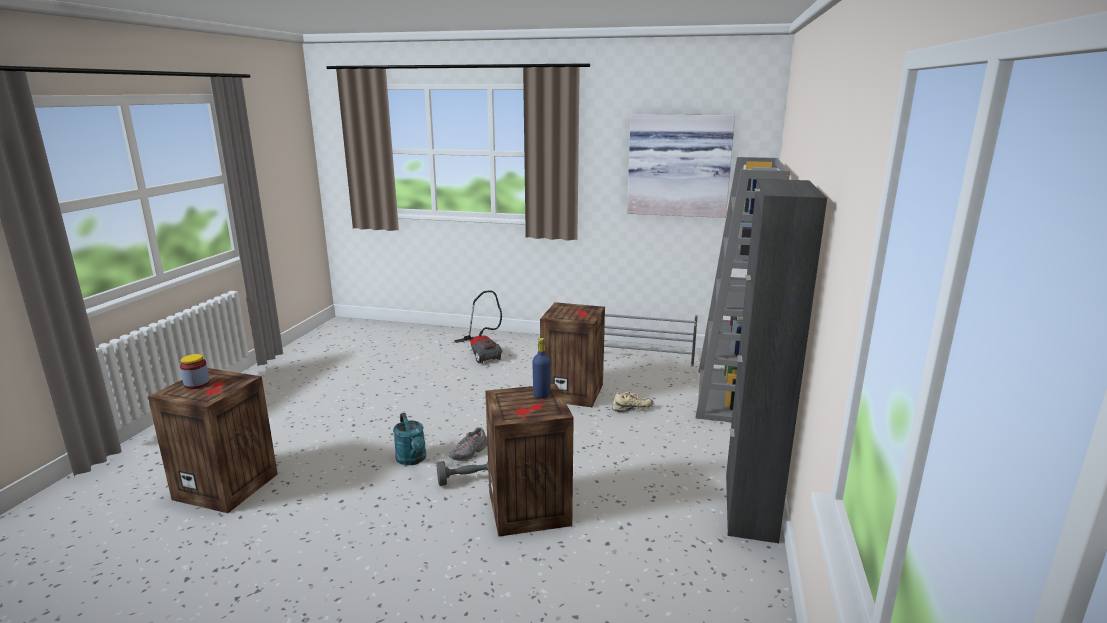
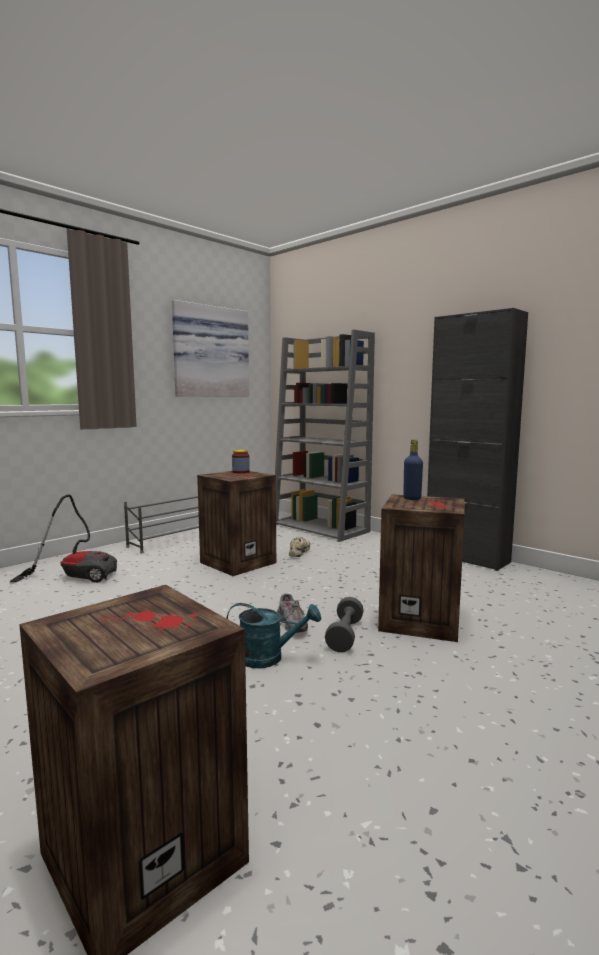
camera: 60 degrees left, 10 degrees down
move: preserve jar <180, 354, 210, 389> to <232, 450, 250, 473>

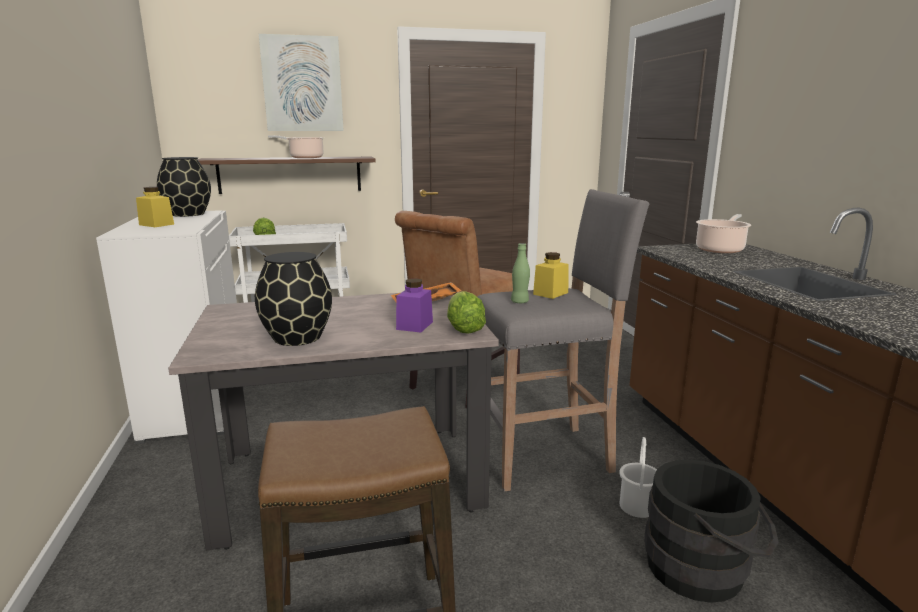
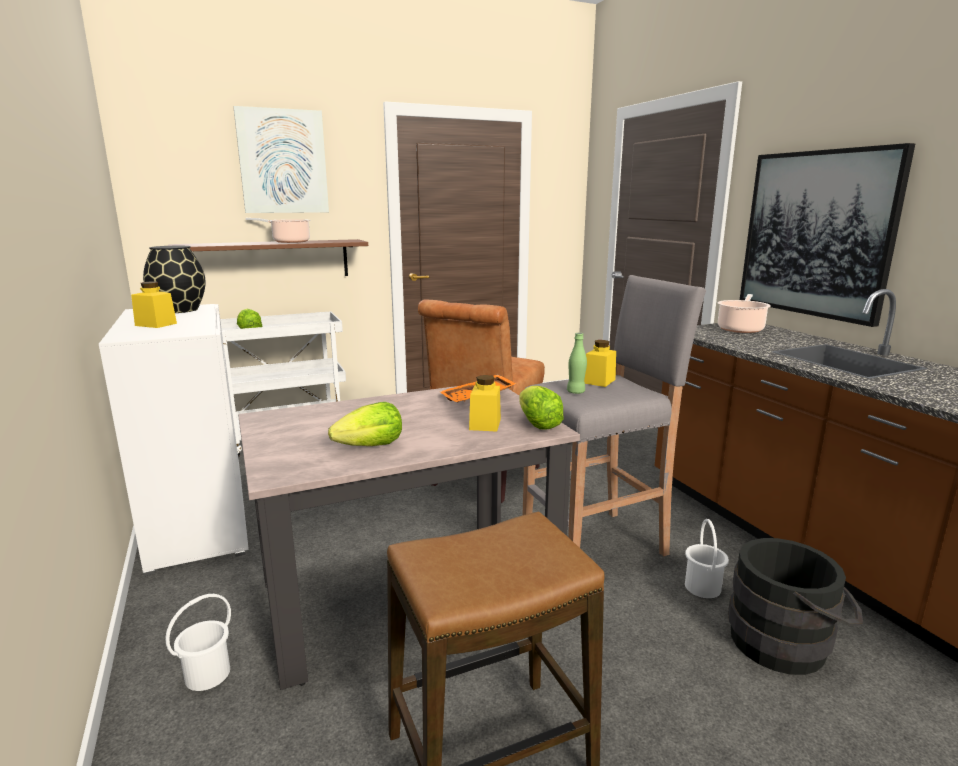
camera: 10 degrees left, 0 degrees up
insert: white water bucket <165, 594, 231, 691>; wall picture <740, 143, 916, 327>
replace: black vase <255, 252, 332, 346> to lettuce head <328, 402, 402, 446>
recolor: purplish preserve jar <396, 278, 433, 332> to yellowish preserve jar <469, 375, 501, 432>

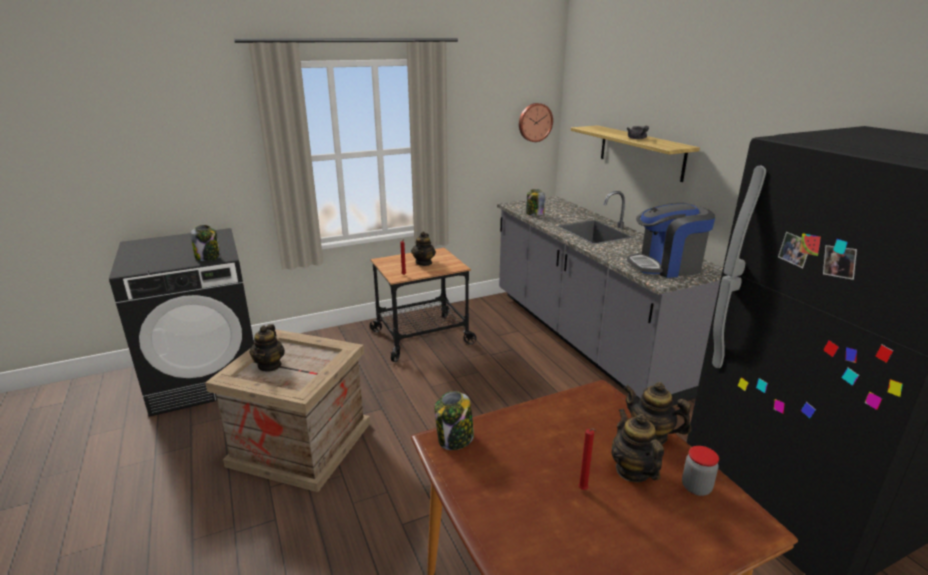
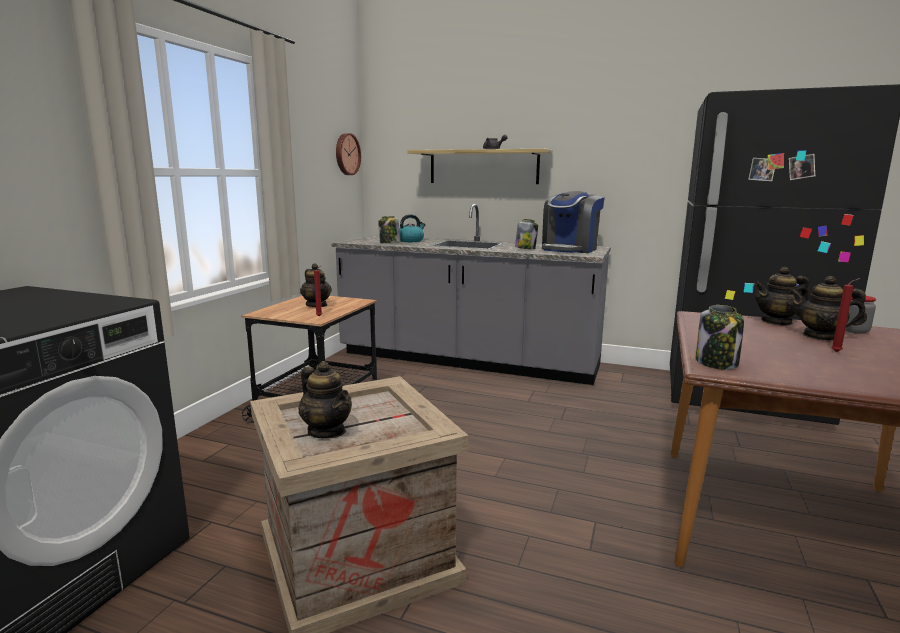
camera: 45 degrees left, 10 degrees down
insert: tea kettle <399, 214, 426, 242>
move: preserve jar <190, 225, 220, 261> to <515, 219, 538, 249>

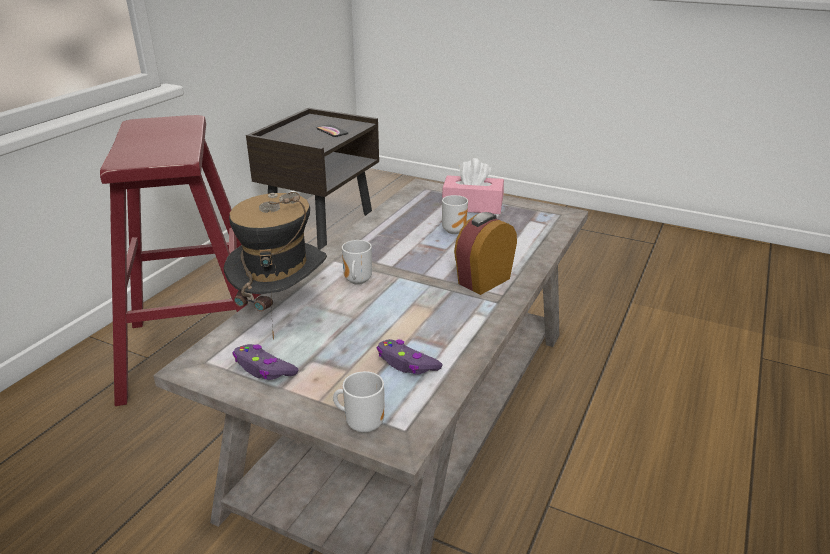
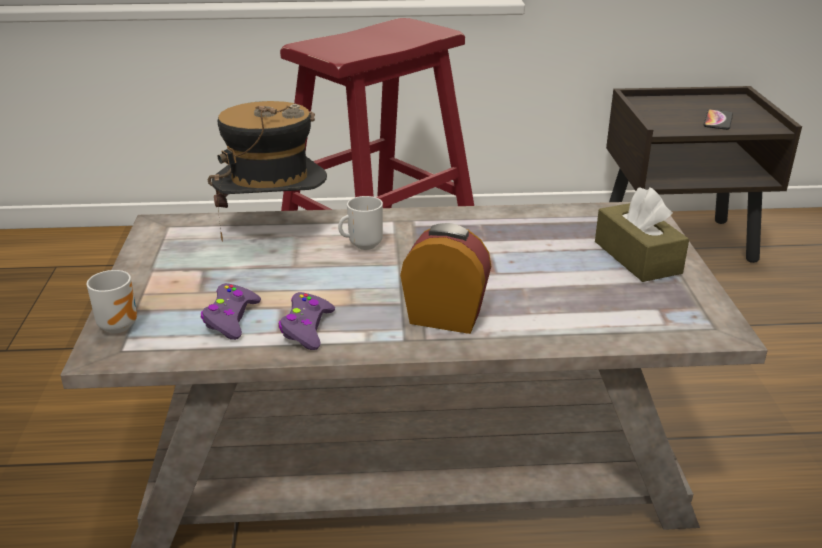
camera: 60 degrees right, 0 degrees up
delete: coffee mug <442, 195, 468, 234>
move: purplish game controller <233, 344, 298, 380> to <278, 292, 335, 350>
recolor: pink-coloured tissue holder <442, 158, 504, 214> to brown-coloured tissue holder <595, 187, 689, 282>

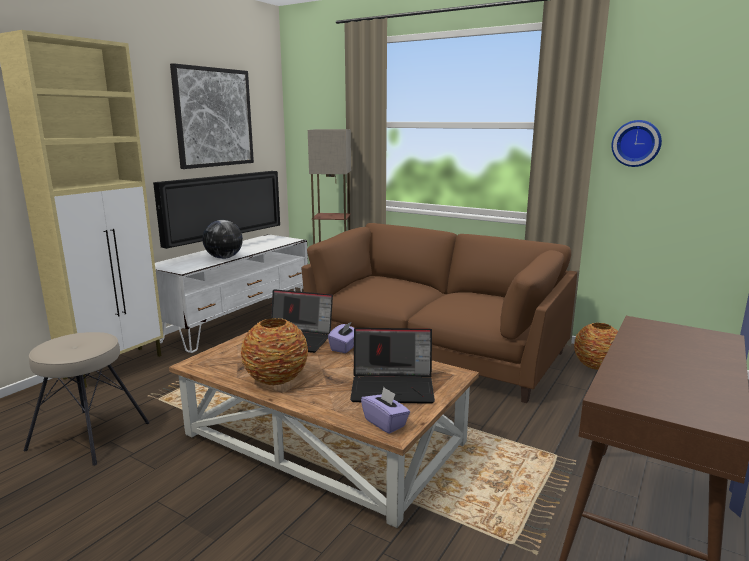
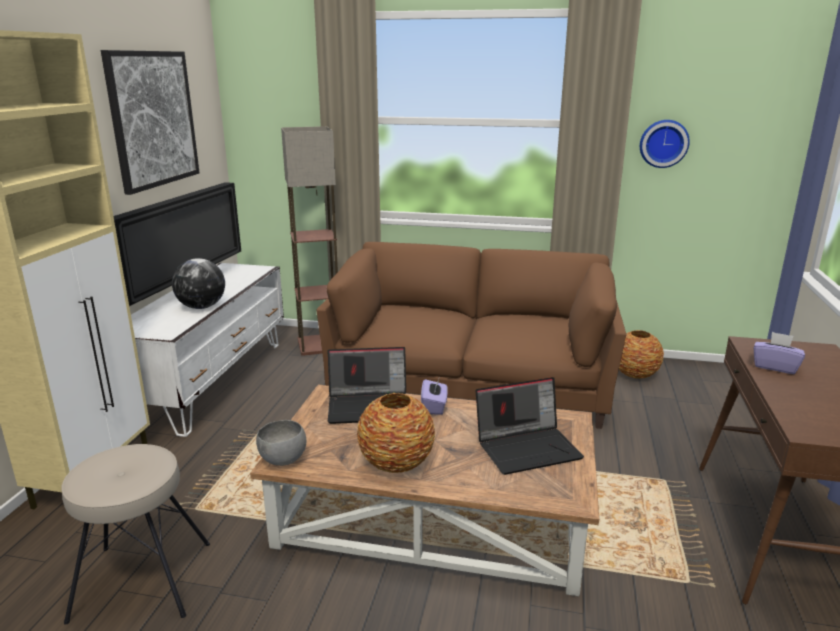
camera: 20 degrees left, 5 degrees up
insert: gray deep dish <256, 420, 306, 466>
move: purplish tissue holder <361, 387, 410, 434> to <754, 332, 805, 374>

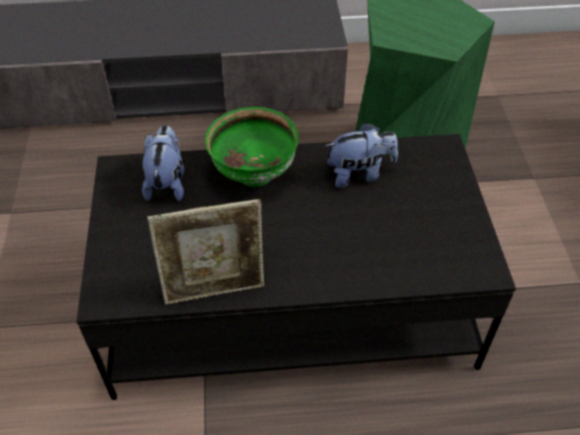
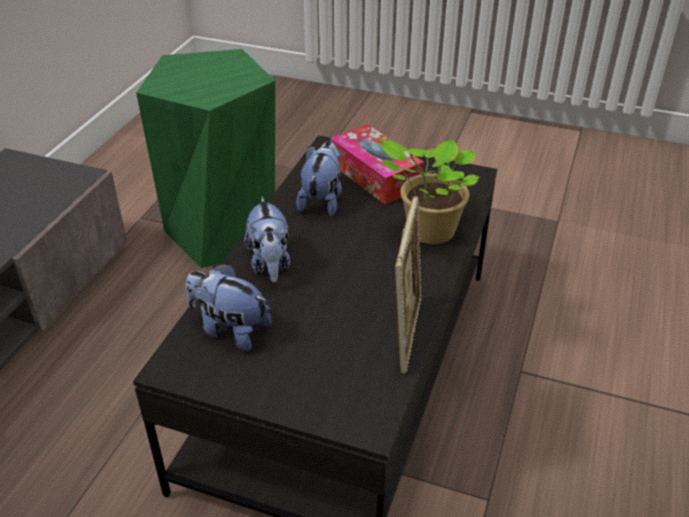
camera: 65 degrees left, 10 degrees down
insert: tissue holder <331, 124, 424, 204>; potted plant <379, 138, 479, 244>
replace: green deep dish <205, 107, 299, 187> to cuddly toy <244, 197, 290, 283>

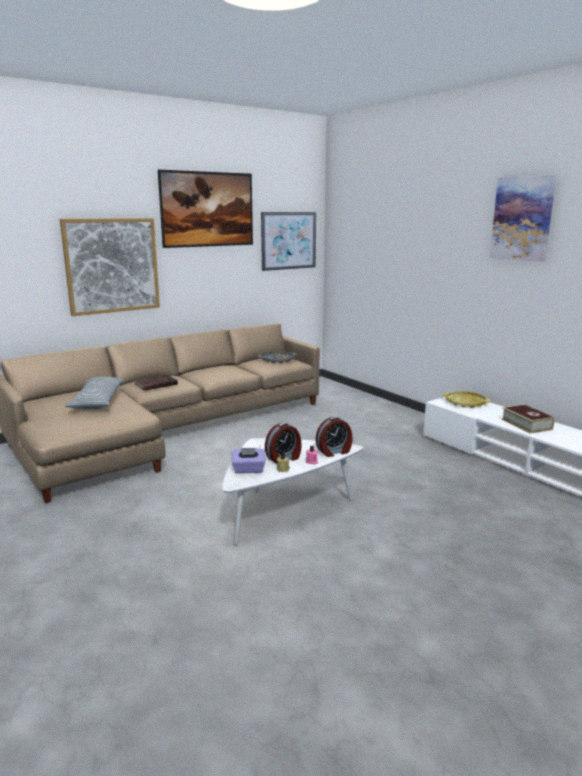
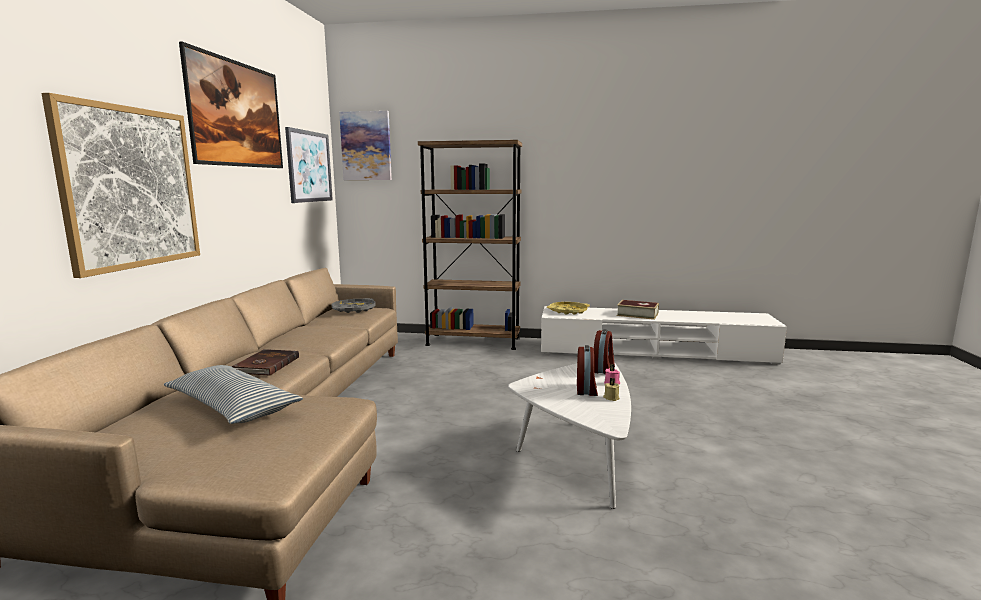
camera: 45 degrees left, 5 degrees down
delete: purplish tissue holder <232, 448, 265, 474>
insert: brown-coloured bookcase <418, 140, 522, 350>
move: wall picture <490, 175, 556, 262> to <339, 111, 392, 180>

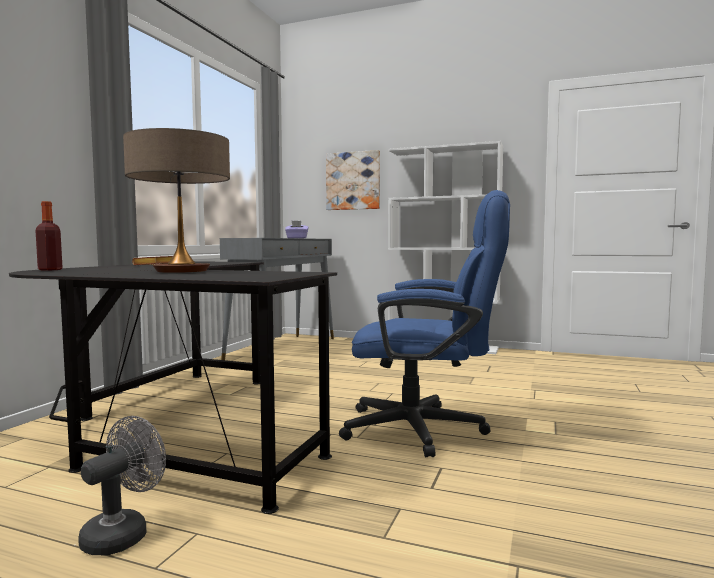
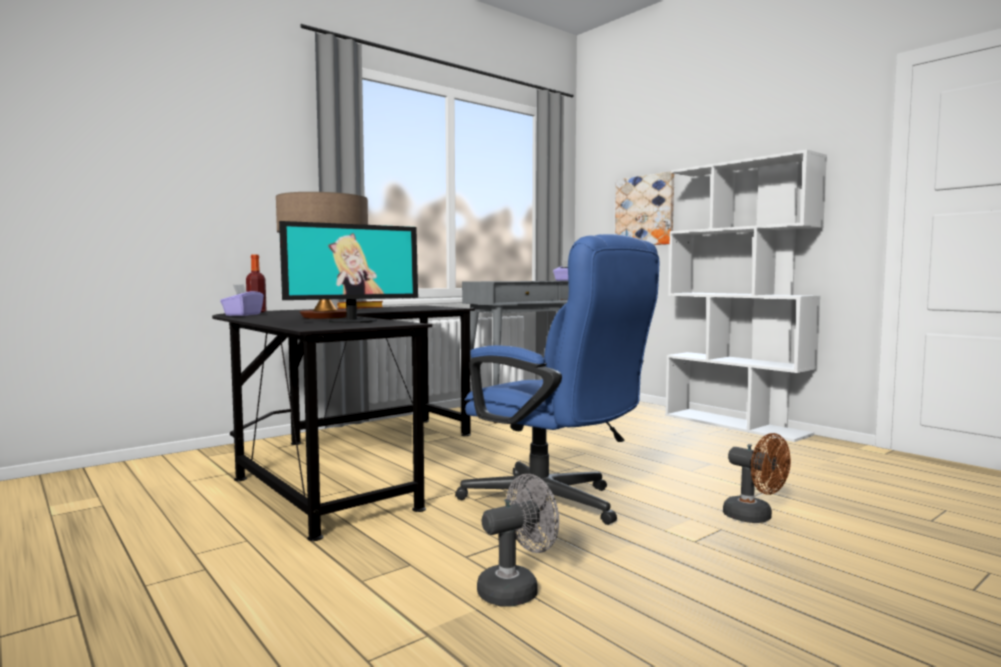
camera: 30 degrees right, 0 degrees up
insert: purplish tissue holder <220, 284, 264, 316>; monitor <279, 221, 418, 323>; brown-coloured fan <723, 433, 791, 523>
move: gray fan <78, 416, 166, 555> to <477, 474, 559, 606>

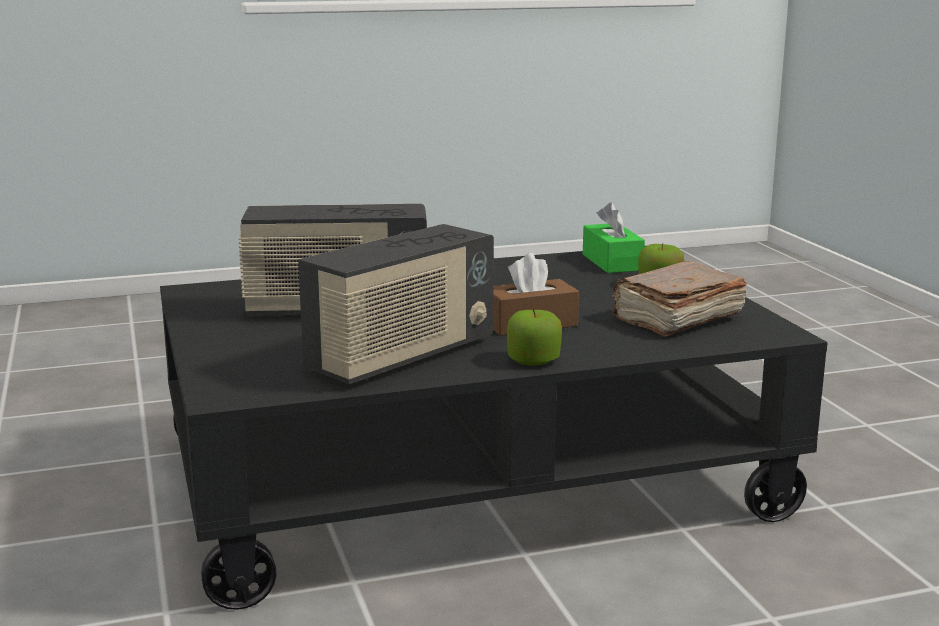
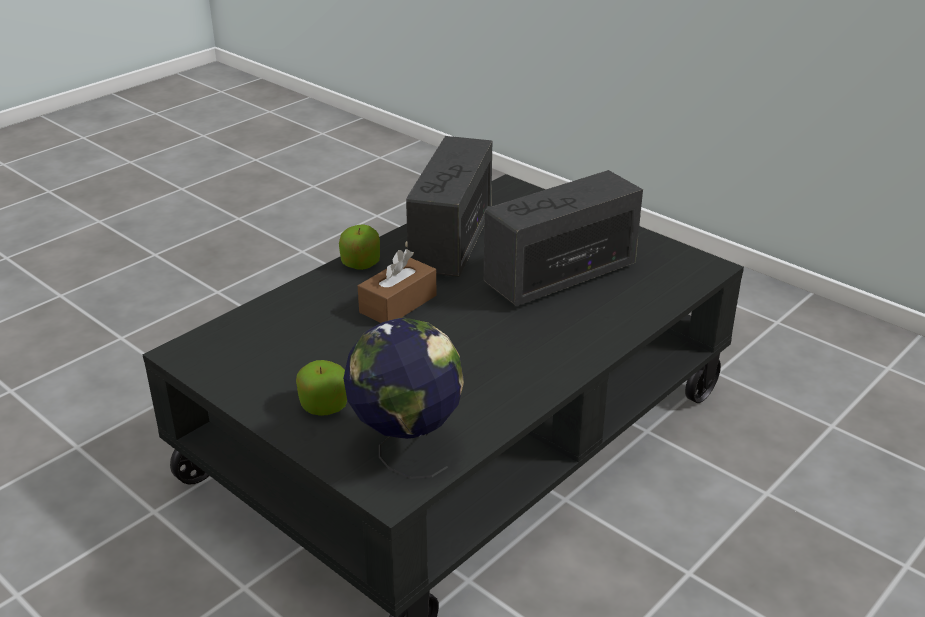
camera: 150 degrees right, 15 degrees up
delete: brown-coloured volume <612, 261, 747, 337>
replace: green tissue holder <583, 202, 645, 273> to desk globe <343, 317, 464, 479>

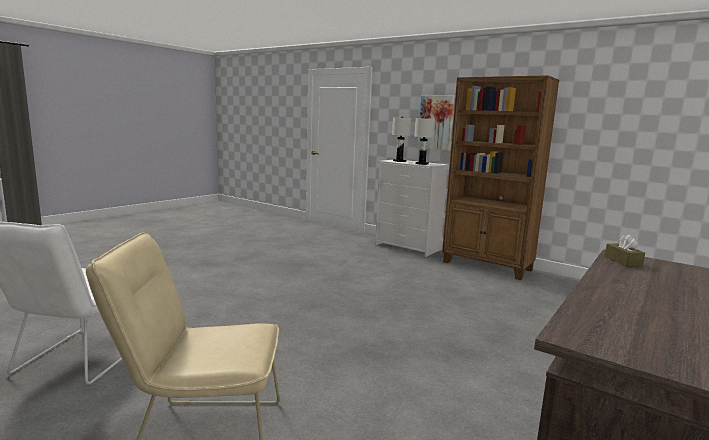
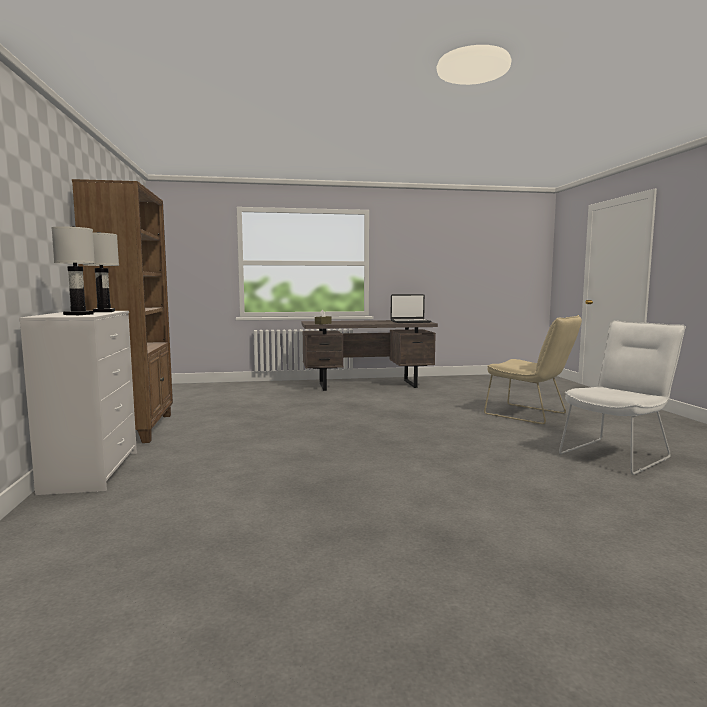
camera: 135 degrees left, 5 degrees down
delete: wall picture <418, 95, 454, 150>
insert: laptop <391, 294, 431, 323>

